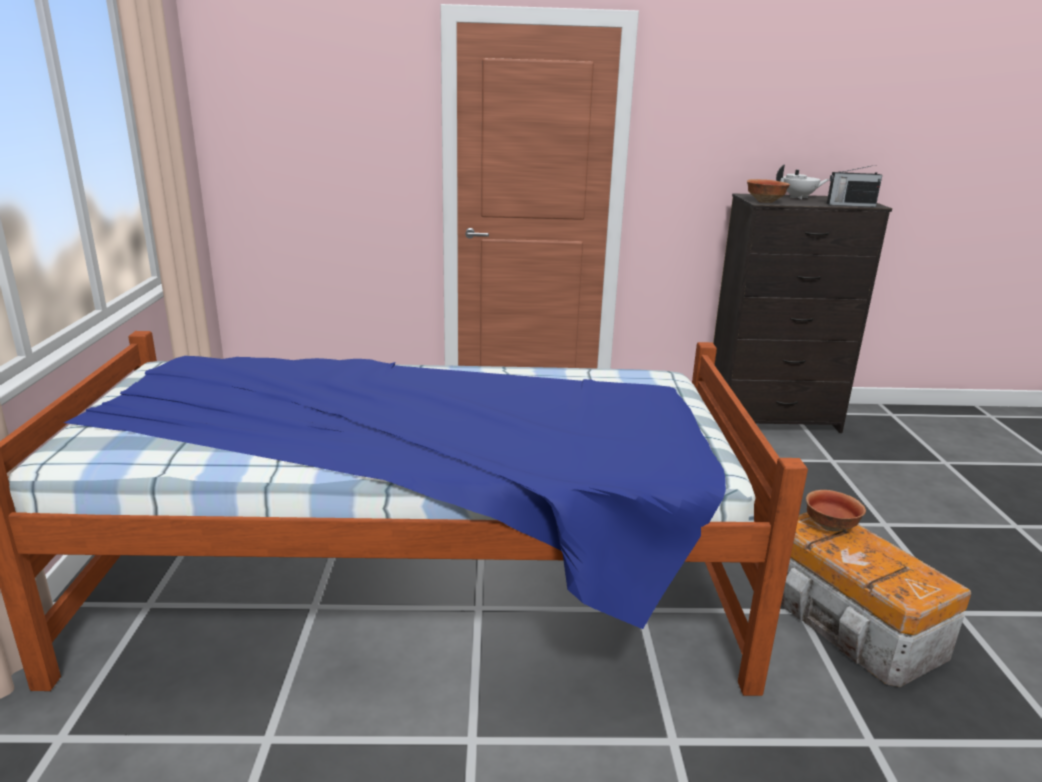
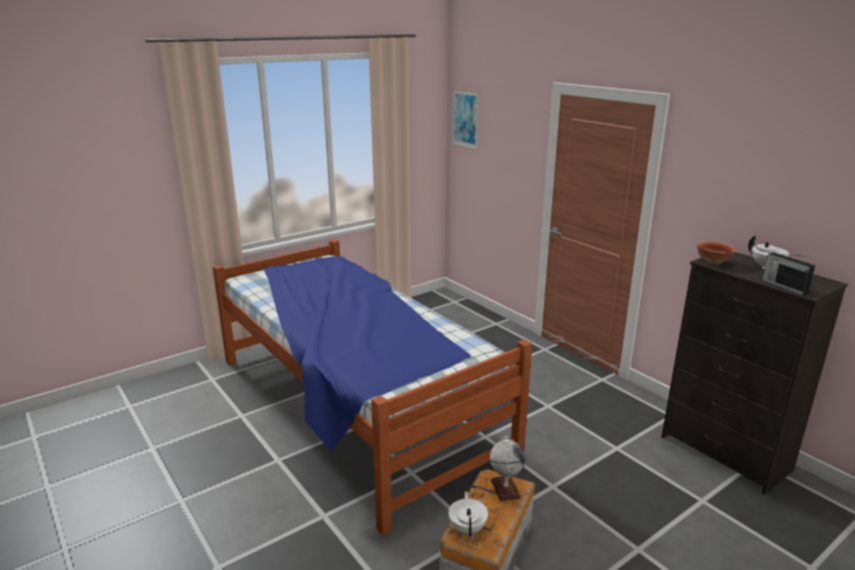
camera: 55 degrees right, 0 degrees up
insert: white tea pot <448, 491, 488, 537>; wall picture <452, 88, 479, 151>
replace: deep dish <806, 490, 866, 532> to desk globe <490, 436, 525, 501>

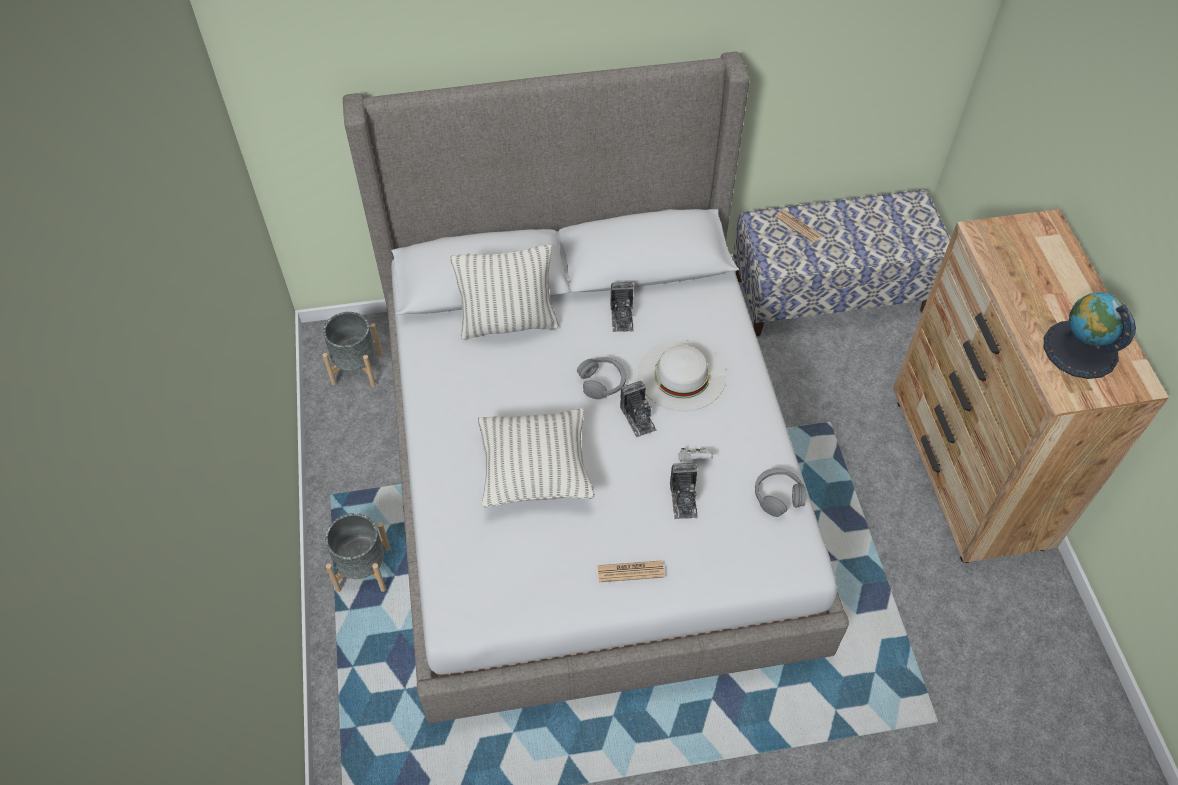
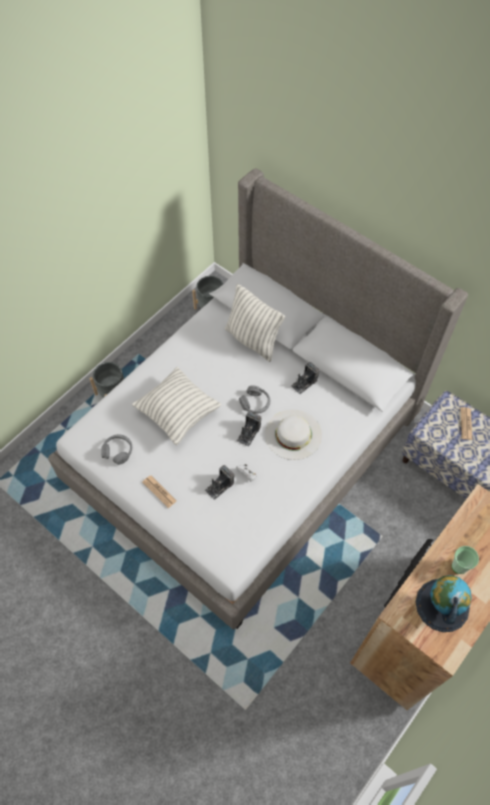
camera: 50 degrees right, 5 degrees up
insert: small cup <452, 546, 479, 574>
move: gray headphones <755, 468, 806, 517> to <101, 434, 132, 465>

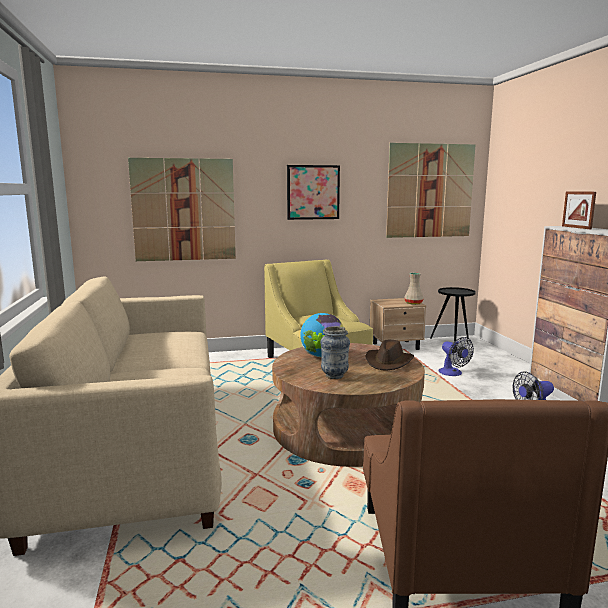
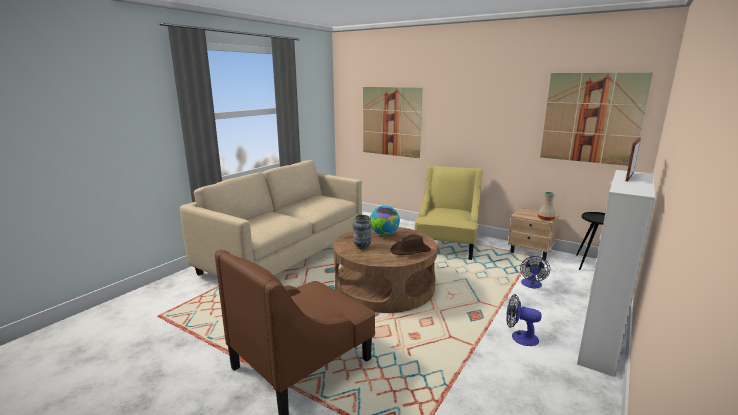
camera: 45 degrees right, 5 degrees up
delete: wall picture <287, 165, 340, 220>

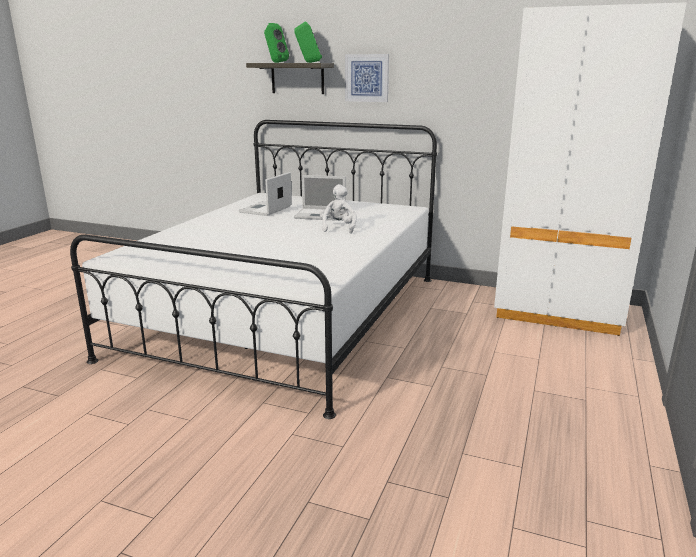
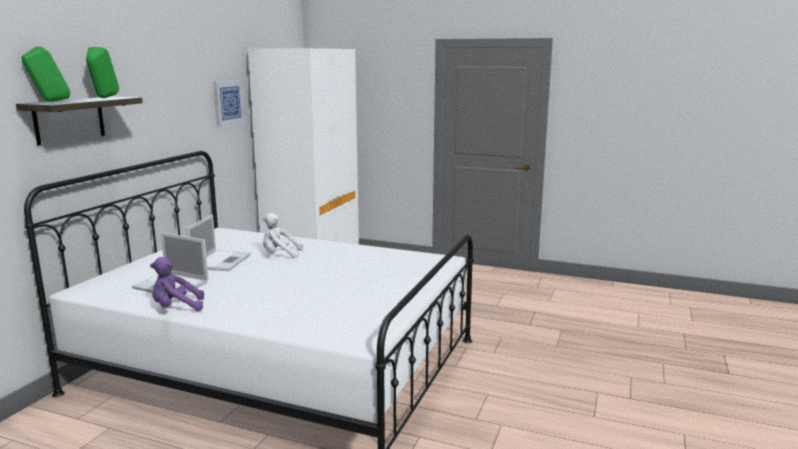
camera: 90 degrees left, 5 degrees down
insert: purplish cuddly toy <150, 257, 204, 311>
move: wall picture <345, 54, 389, 102> to <213, 80, 245, 127>

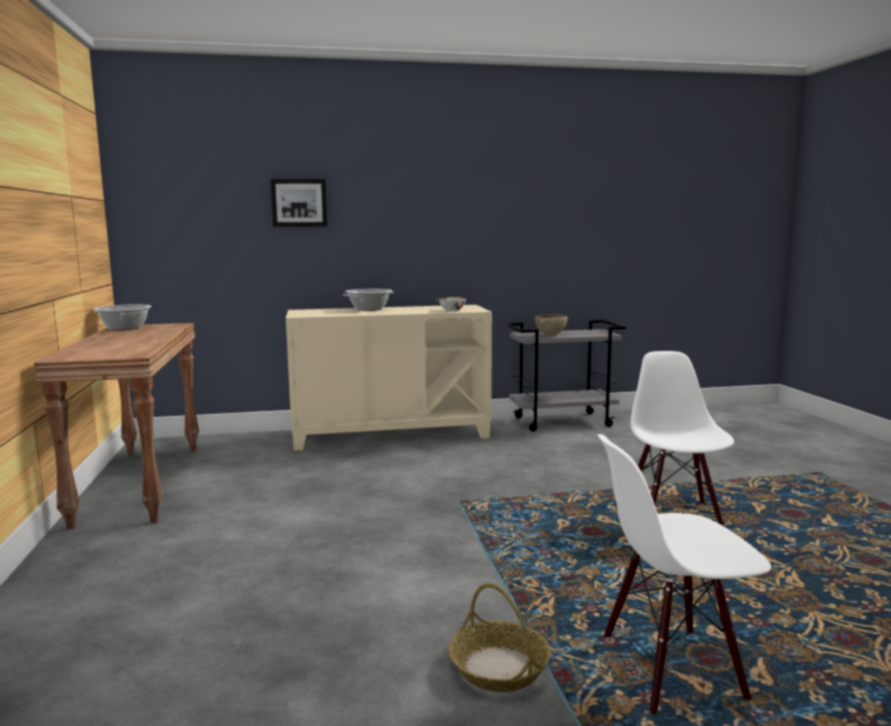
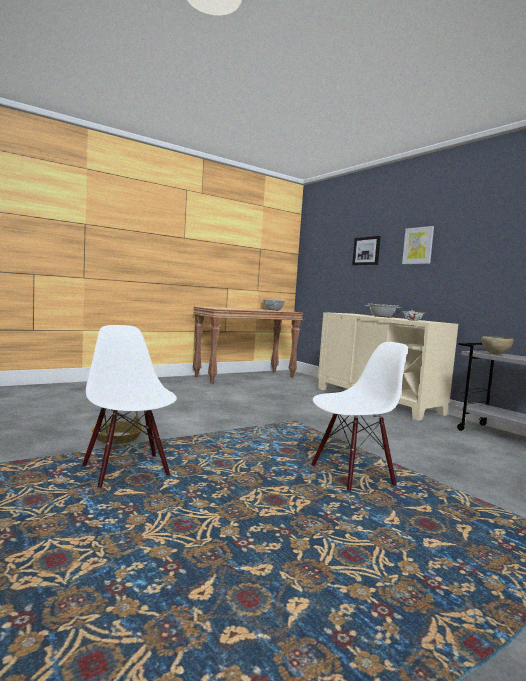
camera: 65 degrees right, 5 degrees down
insert: wall picture <402, 226, 434, 264>

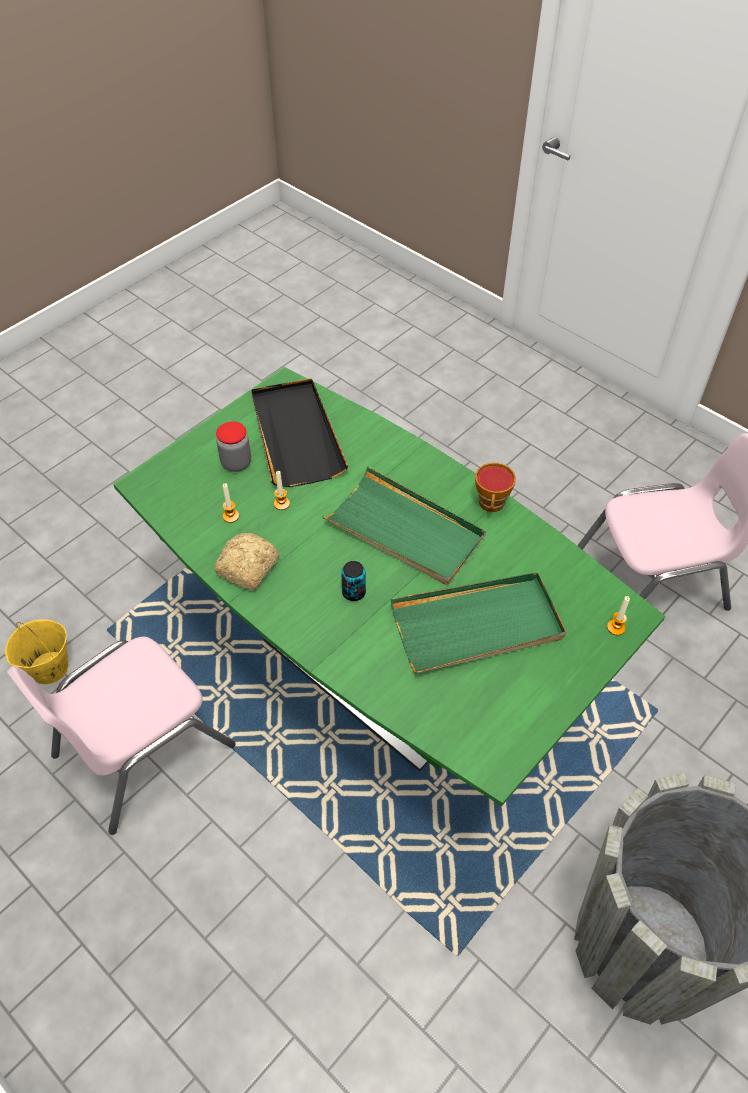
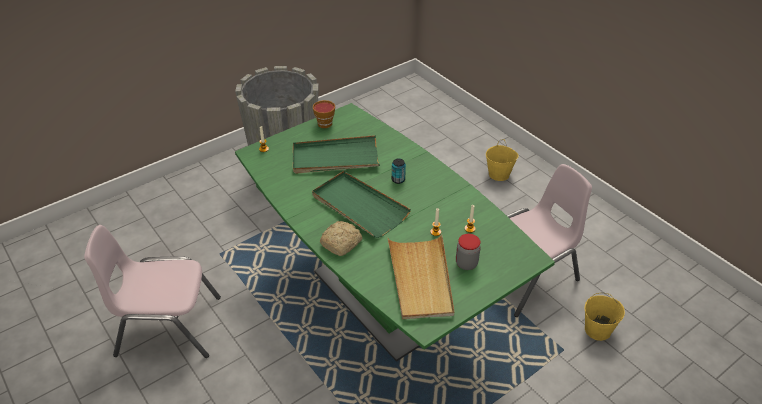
camera: 170 degrees left, 10 degrees down
insert: yellowish water bucket <486, 139, 518, 181>
move: small cup <475, 463, 516, 512> to <313, 100, 335, 128>; baked bread <214, 533, 279, 590> to <320, 221, 362, 256>
recolor: black tray <251, 378, 348, 487> to sand-coloured tray <388, 234, 454, 319>

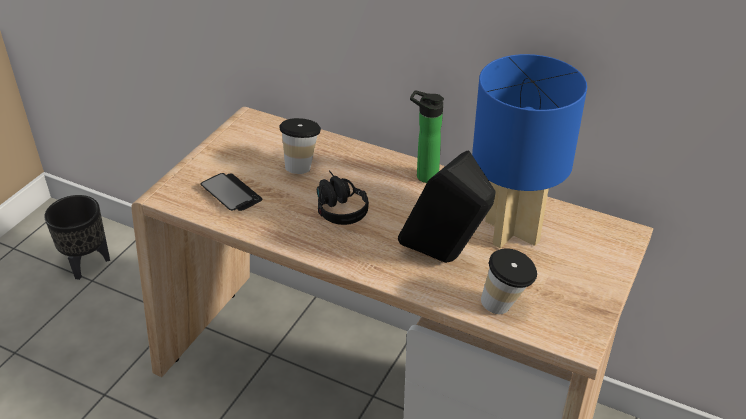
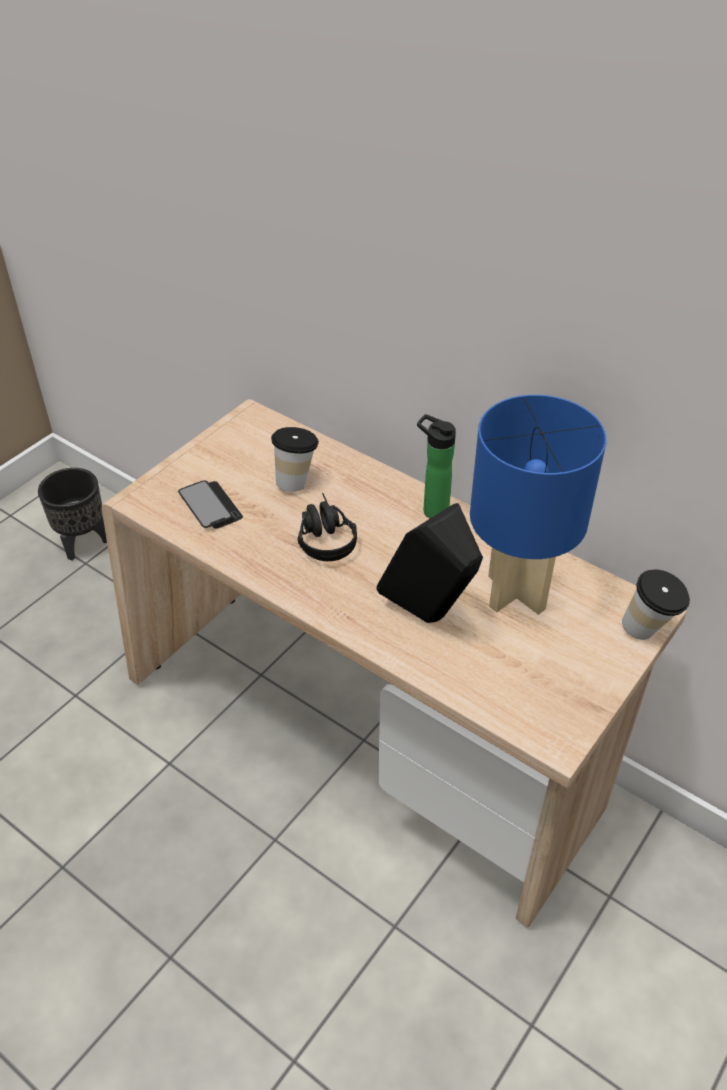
camera: 10 degrees right, 5 degrees up
move: small cup <481, 248, 537, 314> to <622, 570, 690, 640>

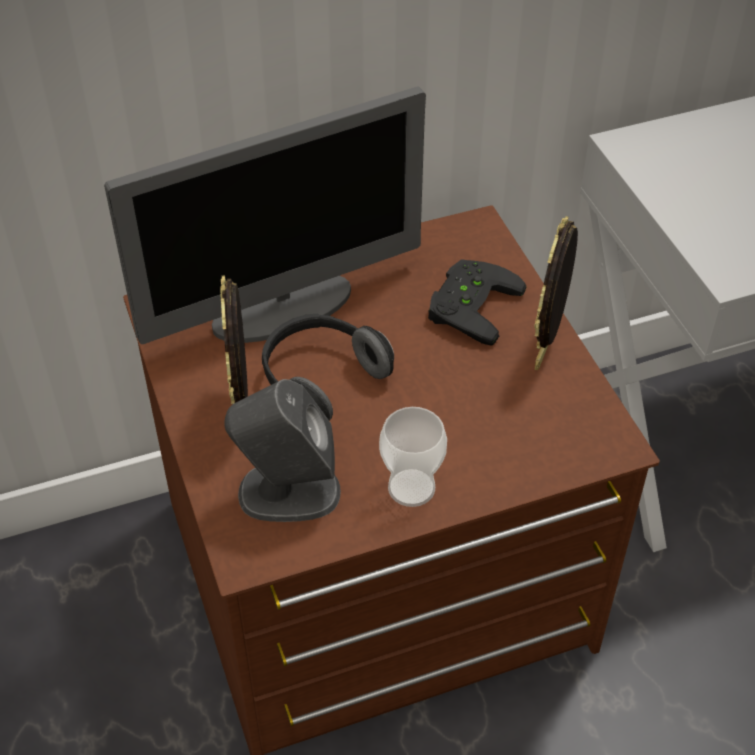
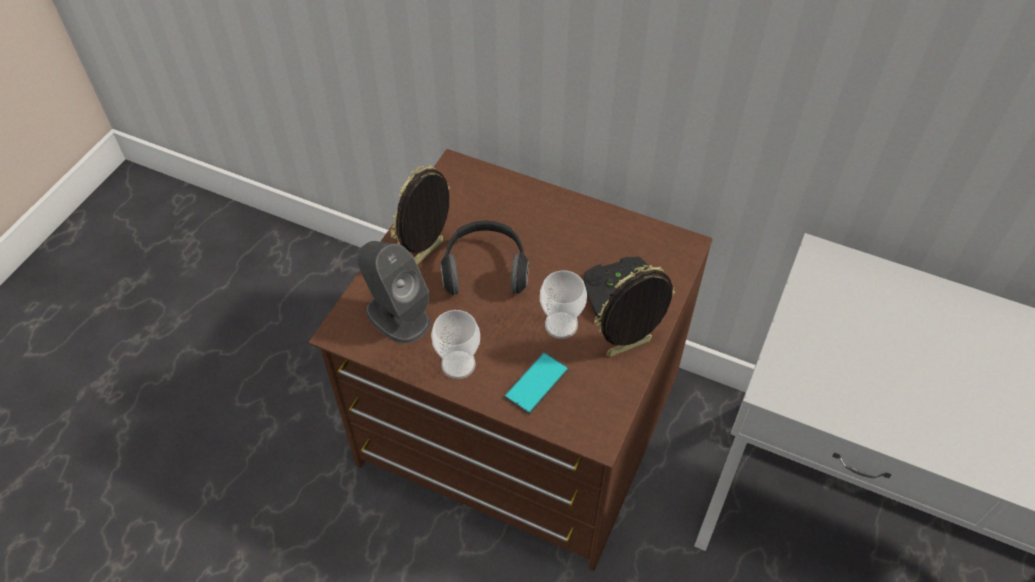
camera: 45 degrees right, 5 degrees up
delete: monitor <104, 87, 426, 344>
insert: phone <504, 351, 569, 414>; small cup <540, 270, 587, 339>

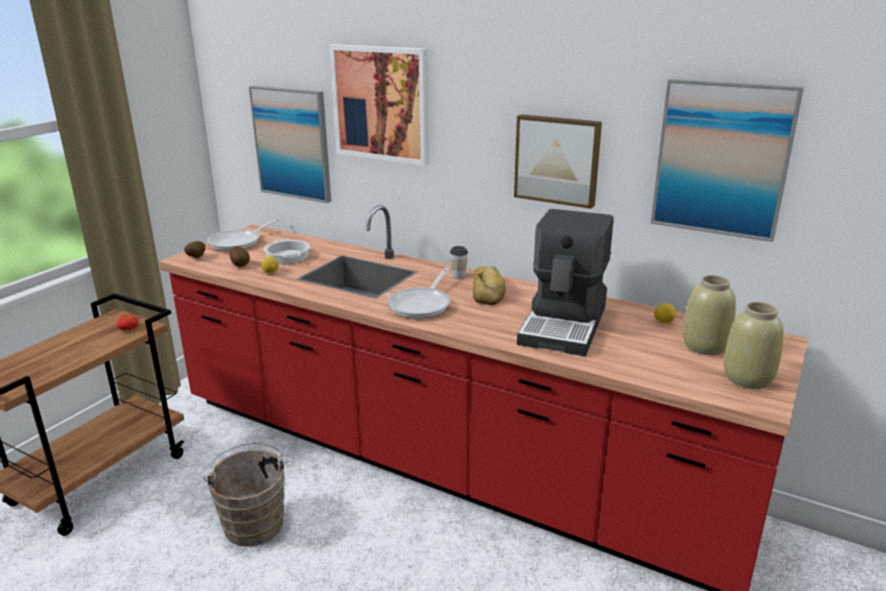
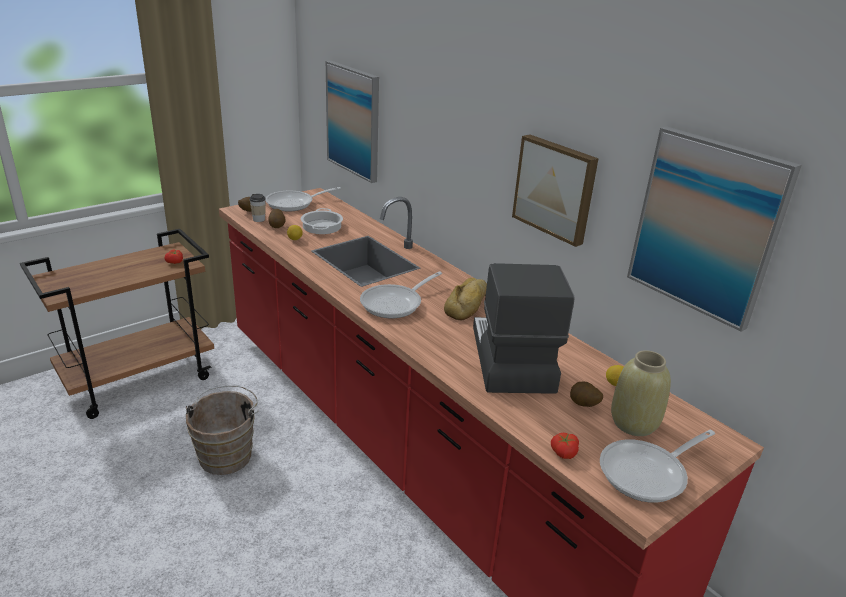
camera: 20 degrees right, 5 degrees up
delete: wall picture <329, 44, 429, 166>
insert: tomato <551, 433, 579, 459>; whole potato <570, 382, 603, 407>
move: small cup <450, 246, 468, 279> to <249, 194, 266, 222>
replace: sand-coloured vase <724, 302, 784, 389> to frying pan <600, 430, 715, 503>
rotate: coffee machine <517, 209, 614, 356> = <473, 263, 575, 394> 135 degrees clockwise

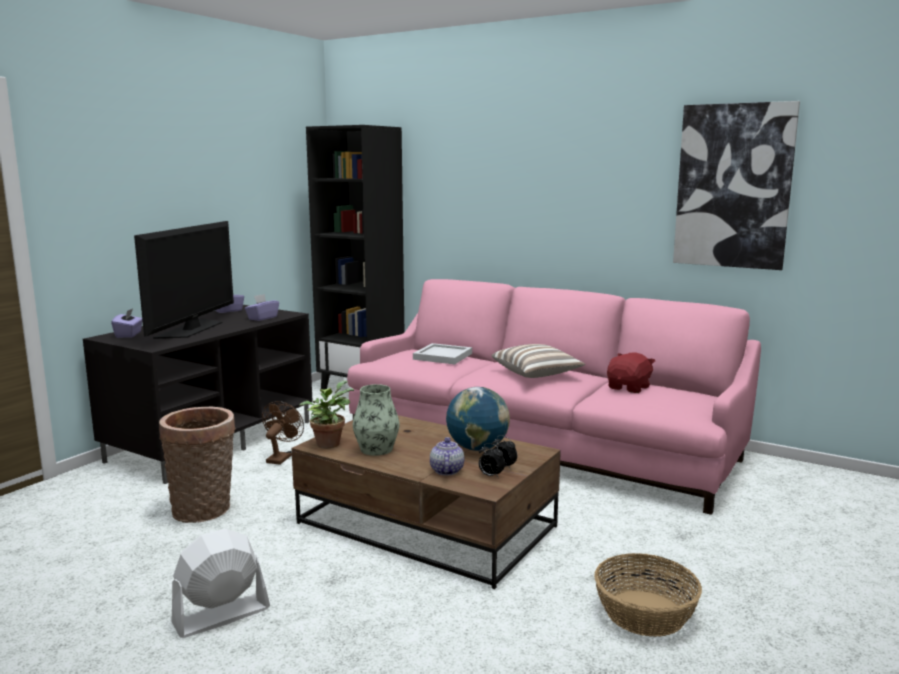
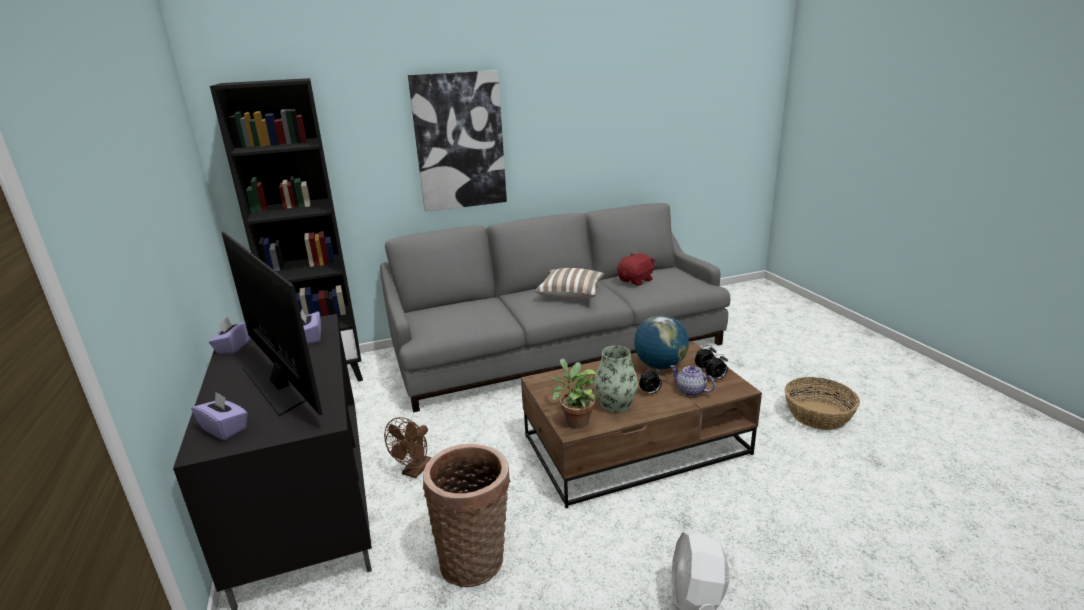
camera: 50 degrees left, 10 degrees up
delete: white tray <413, 343, 472, 364>
insert: table clock <639, 368, 662, 394>
move: wall picture <673, 101, 800, 270> to <408, 70, 507, 212>
recolor: pink-coloured couch <347, 279, 761, 515> to gray couch <380, 203, 730, 412>
rotate: brown-coloured fan <262, 401, 304, 465> = <384, 417, 432, 478> 120 degrees counterclockwise; red-coloured cuddly toy <607, 353, 655, 393> = <617, 253, 656, 286> 60 degrees clockwise

